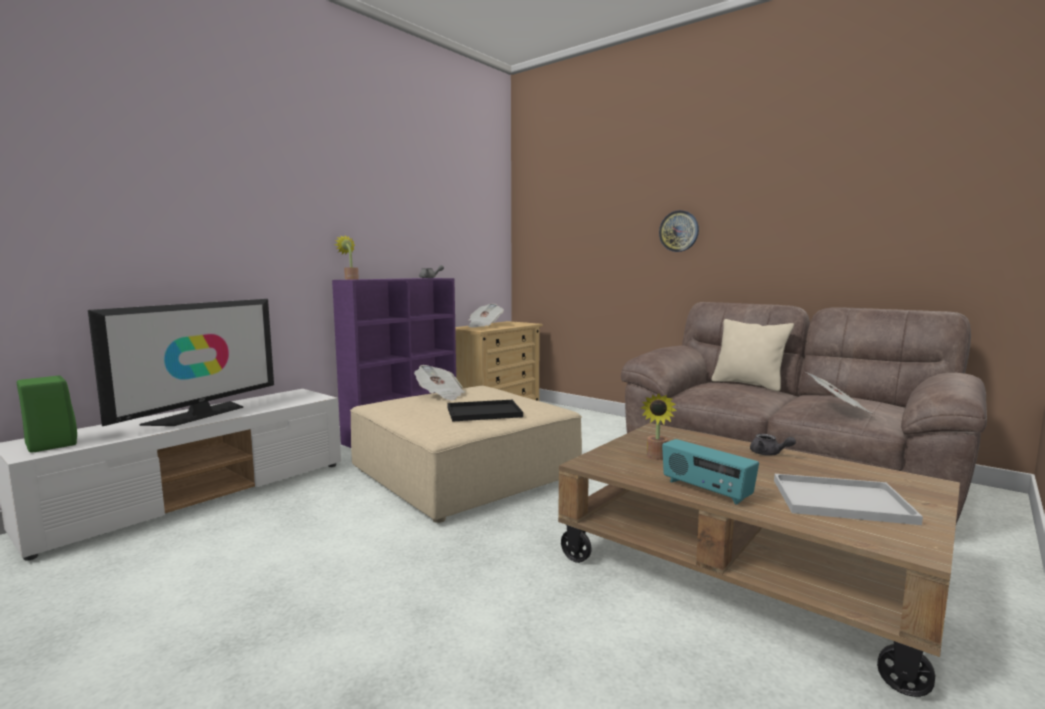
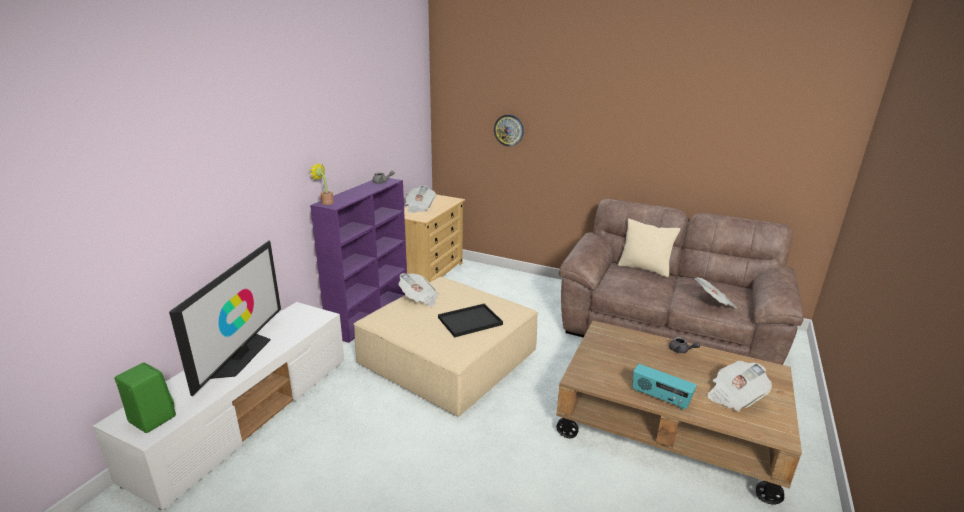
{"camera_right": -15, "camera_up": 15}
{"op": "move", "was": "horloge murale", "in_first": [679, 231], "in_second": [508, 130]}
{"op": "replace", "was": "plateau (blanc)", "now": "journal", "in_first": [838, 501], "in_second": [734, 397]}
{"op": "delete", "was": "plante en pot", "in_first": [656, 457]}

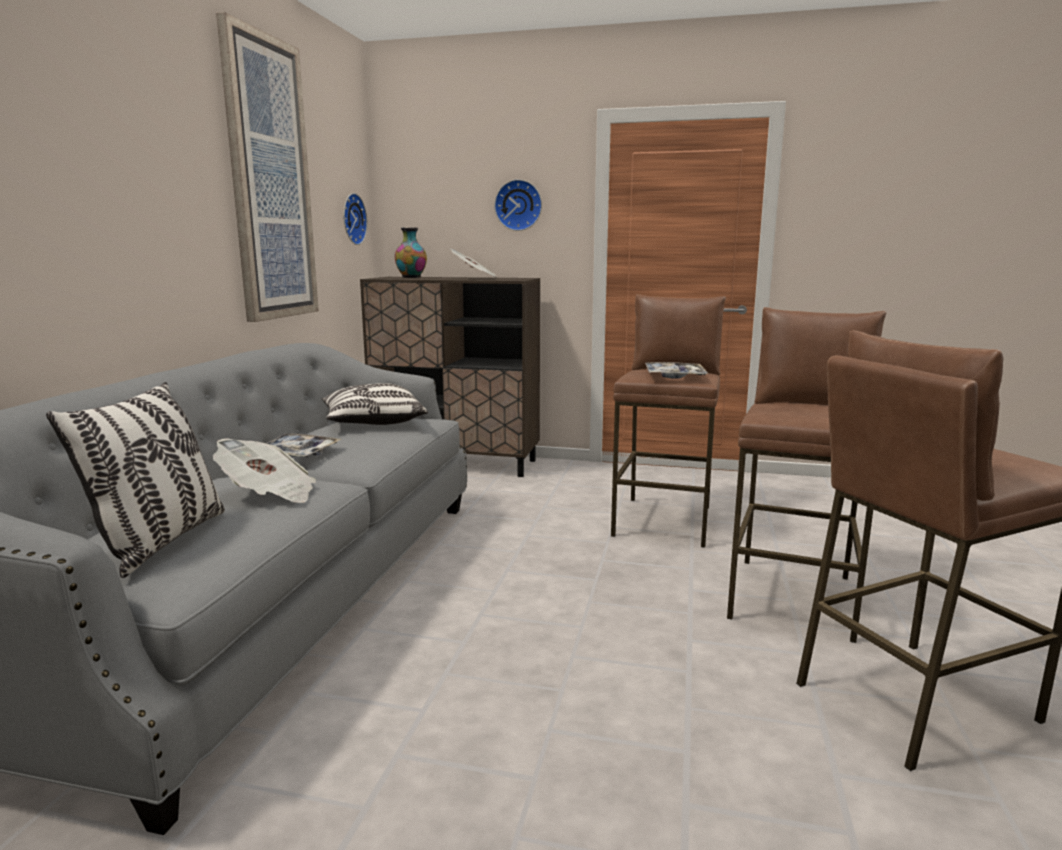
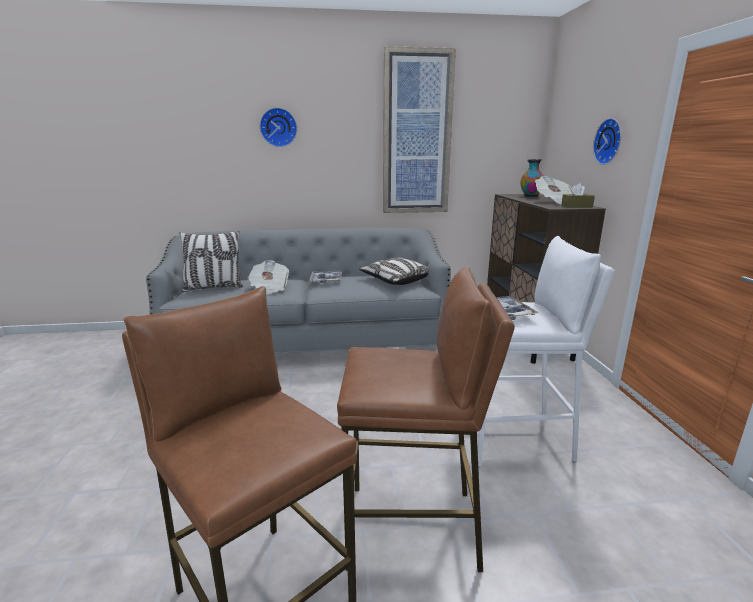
{"camera_right": 70, "camera_up": 5}
{"op": "move", "was": "horloge murale", "in_first": [351, 219], "in_second": [278, 127]}
{"op": "recolor", "was": "tabouret (marron)", "now": "tabouret (blanc)", "in_first": [664, 521], "in_second": [514, 439]}
{"op": "insert", "now": "boîte à mouchoirs (marron)", "in_second": [576, 206]}

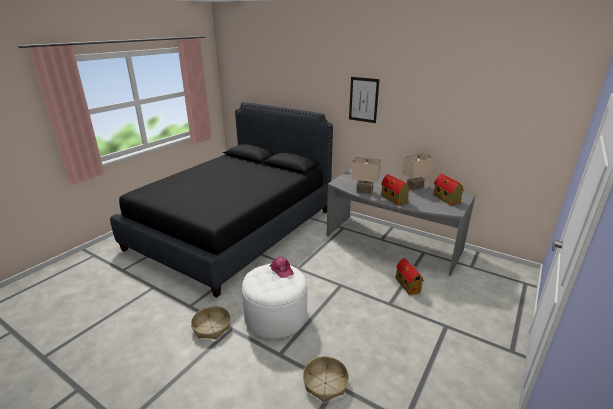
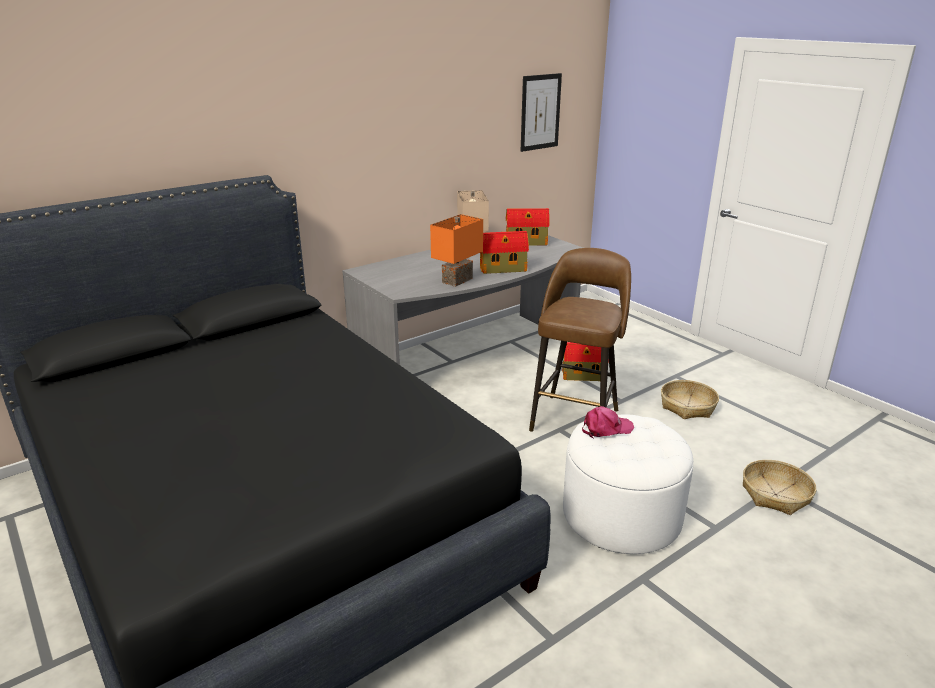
{"camera_right": -70, "camera_up": 0}
{"op": "recolor", "was": "lampe de table (beige)", "now": "lampe de table (orange)", "in_first": [365, 191], "in_second": [456, 280]}
{"op": "move", "was": "tableau", "in_first": [363, 100], "in_second": [540, 112]}
{"op": "insert", "now": "tabouret (marron)", "in_second": [576, 418]}
{"op": "move", "was": "panier", "in_first": [211, 327], "in_second": [687, 406]}

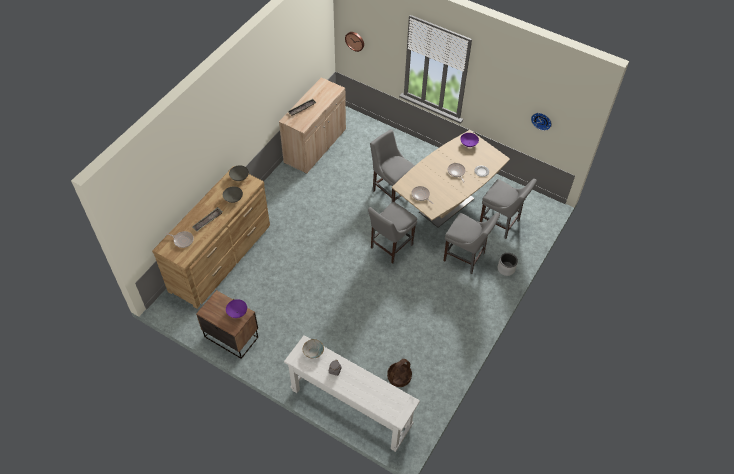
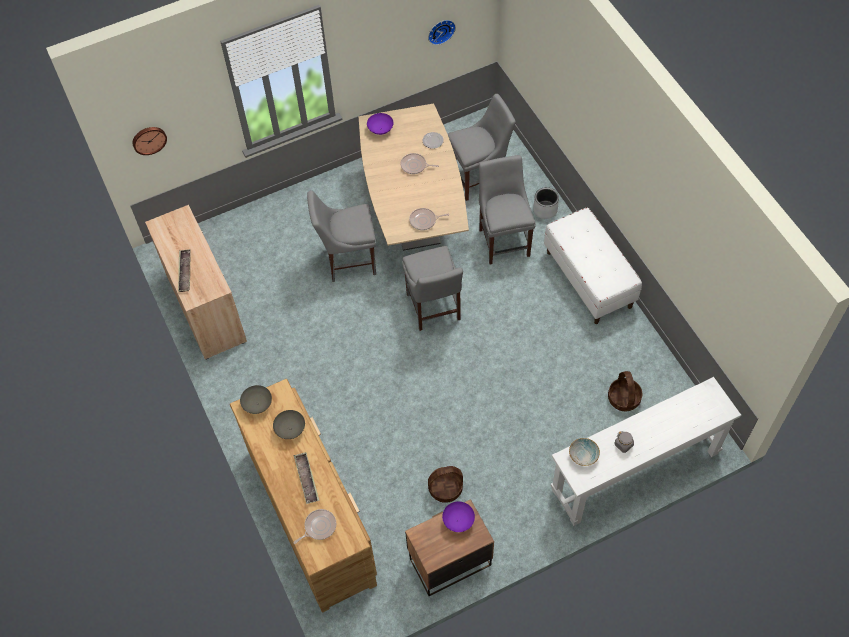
{"camera_right": -55, "camera_up": 5}
{"op": "insert", "now": "panier", "in_second": [445, 488]}
{"op": "rotate", "was": "chaise (gris)", "in_first": [466, 258], "in_second": [503, 240], "clockwise": -75}
{"op": "insert", "now": "banc (blanc)", "in_second": [589, 279]}

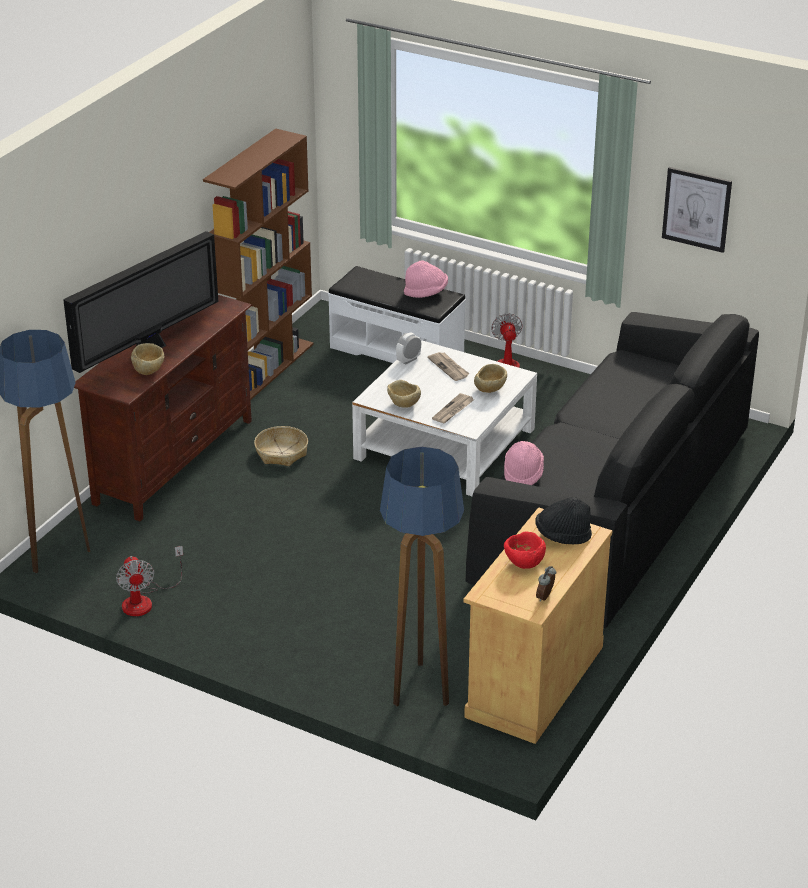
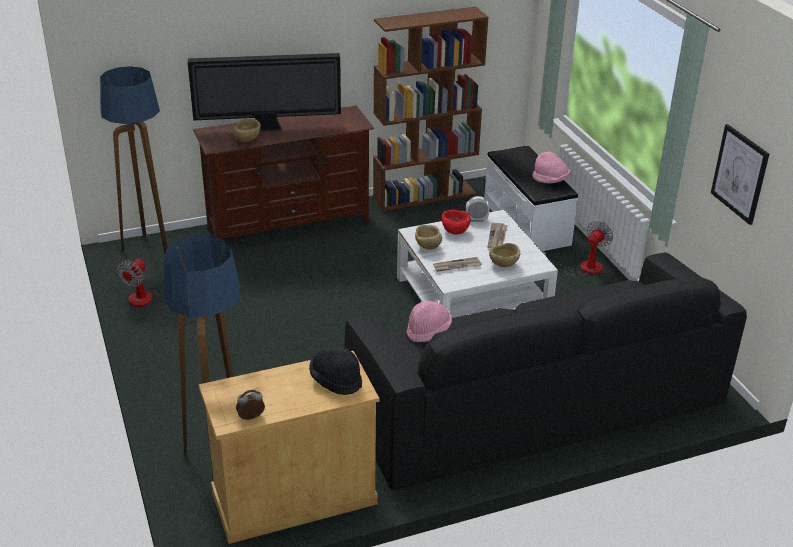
{"camera_right": 40, "camera_up": 0}
{"op": "move", "was": "bol (rouge)", "in_first": [523, 563], "in_second": [455, 231]}
{"op": "delete", "was": "panier", "in_first": [281, 453]}

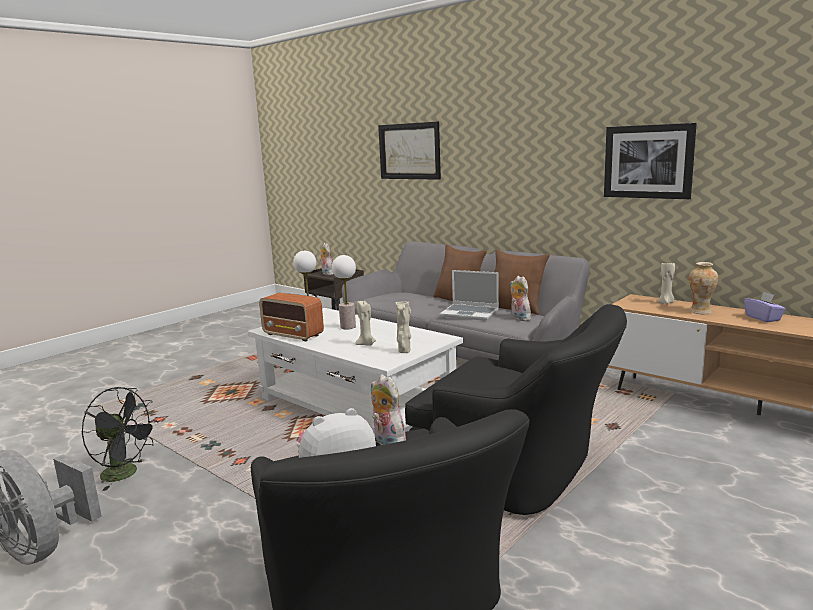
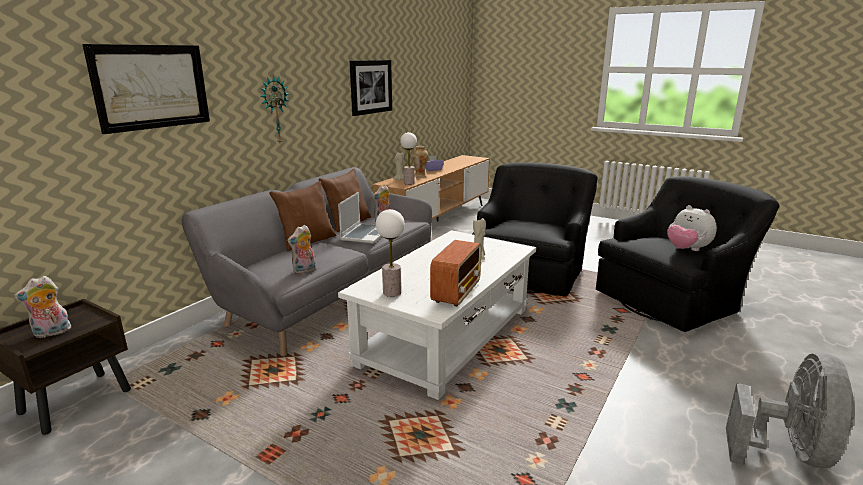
{"camera_right": -100, "camera_up": 5}
{"op": "insert", "now": "horloge murale", "in_second": [274, 110]}
{"op": "move", "was": "peluche", "in_first": [387, 443], "in_second": [304, 271]}
{"op": "move", "was": "lampe de table", "in_first": [348, 327], "in_second": [409, 183]}
{"op": "delete", "was": "ventilateur (noir)", "in_first": [126, 474]}
{"op": "delete", "was": "vase (beige)", "in_first": [404, 352]}

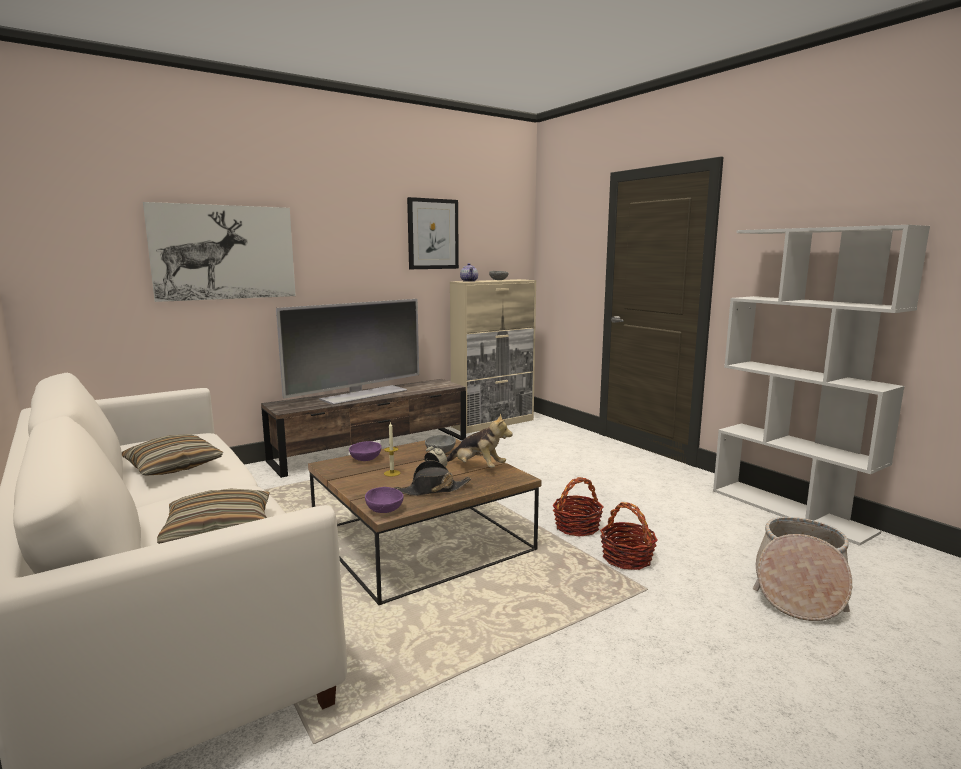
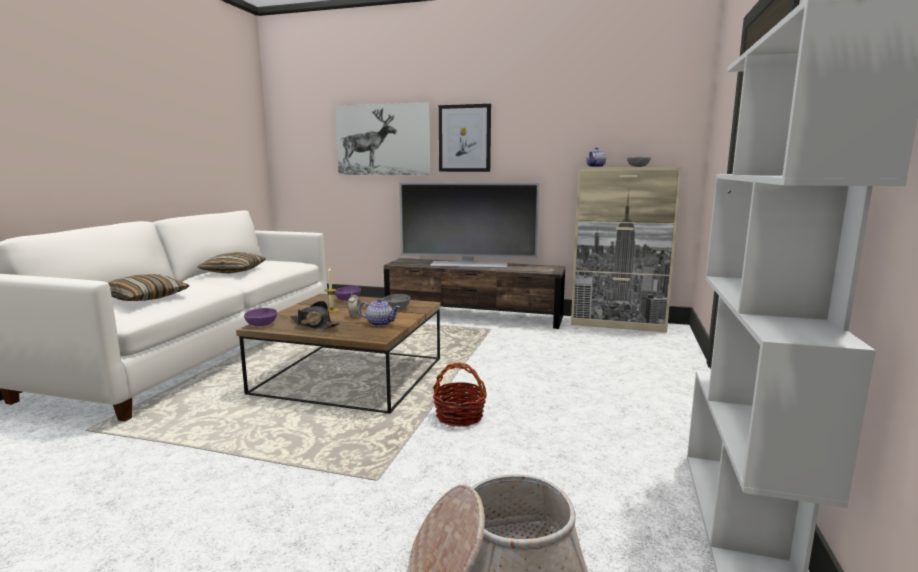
{"camera_right": 50, "camera_up": 0}
{"op": "replace", "was": "peluche", "now": "théière", "in_first": [477, 467], "in_second": [380, 323]}
{"op": "move", "was": "tableau", "in_first": [432, 234], "in_second": [464, 138]}
{"op": "delete", "was": "panier", "in_first": [627, 558]}

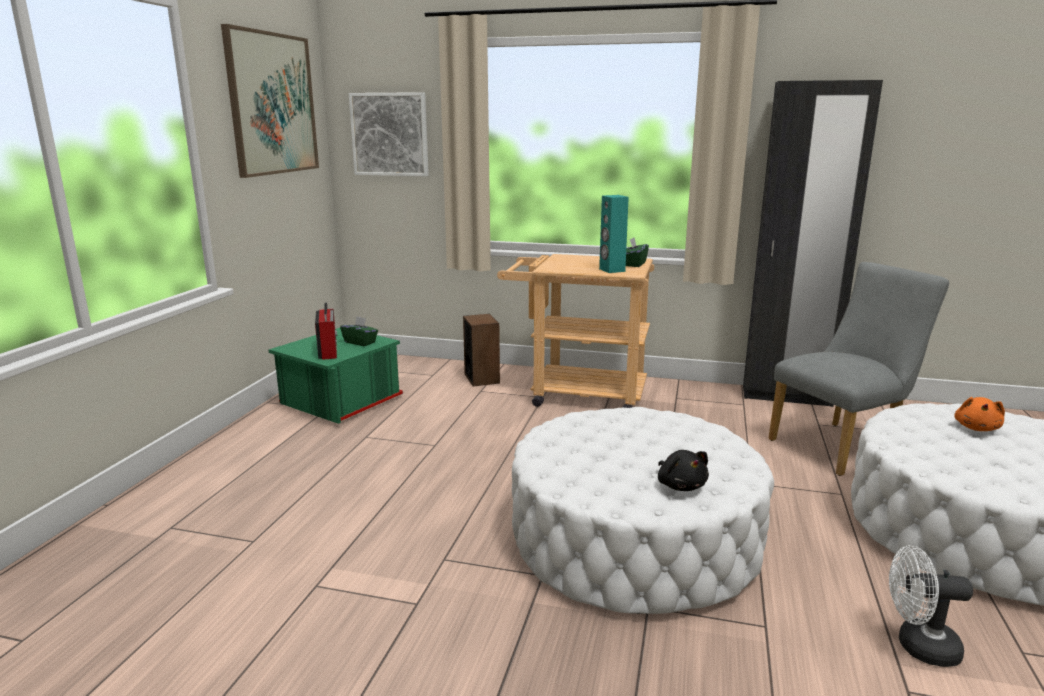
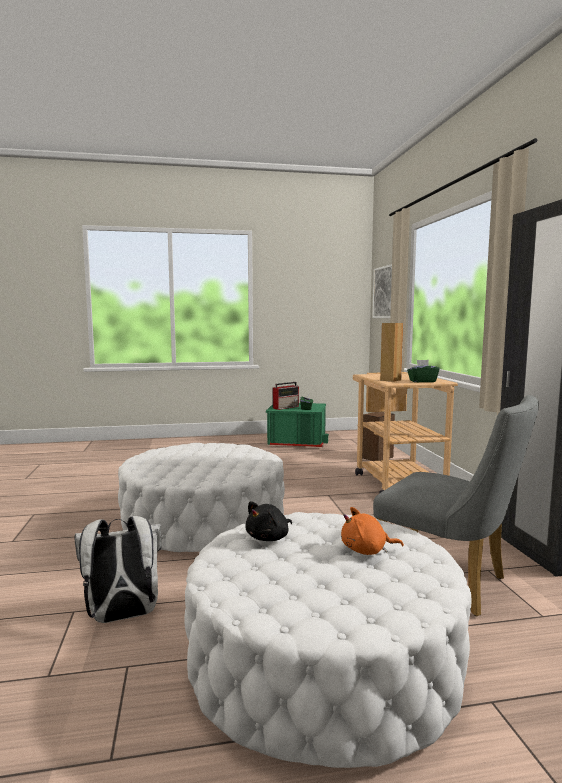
{"camera_right": 65, "camera_up": -10}
{"op": "replace", "was": "ventilateur (blanc)", "now": "sac à dos (blanc)", "in_first": [918, 647], "in_second": [122, 617]}
{"op": "move", "was": "peluche (noir)", "in_first": [680, 485], "in_second": [269, 538]}
{"op": "recolor", "was": "enceinte (turquoise)", "now": "enceinte (marron)", "in_first": [611, 270], "in_second": [390, 380]}
{"op": "delete", "was": "tableau", "in_first": [272, 104]}

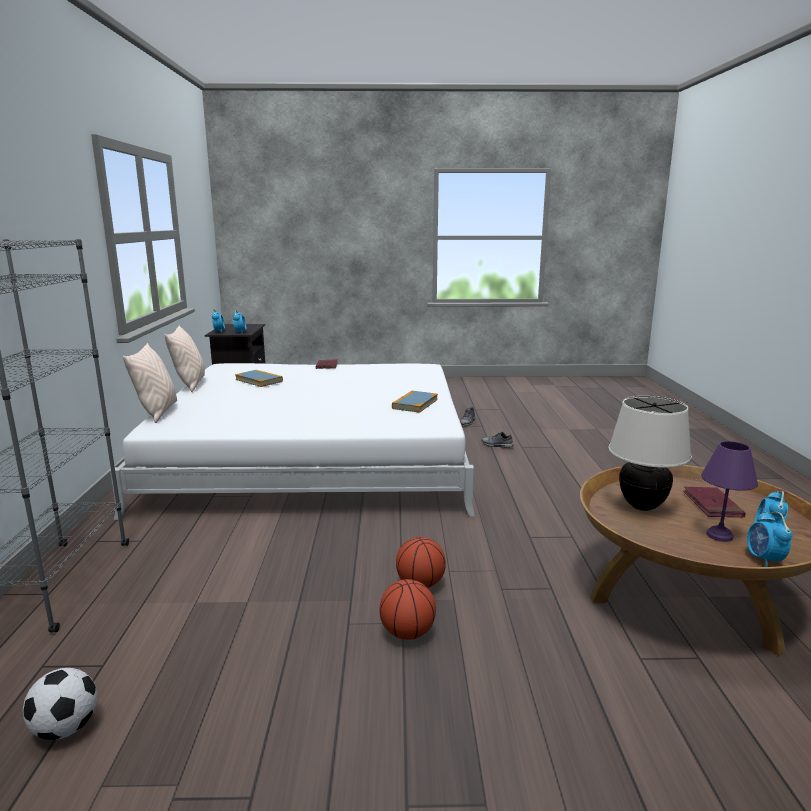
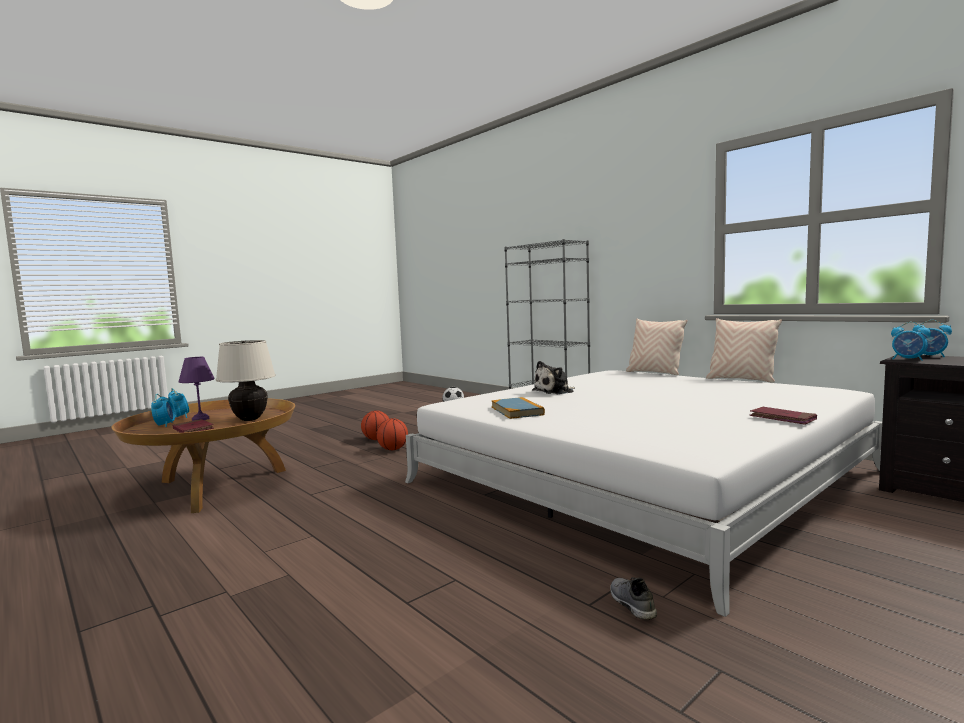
{"camera_right": 140, "camera_up": -10}
{"op": "insert", "now": "peluche", "in_second": [555, 391]}
{"op": "delete", "was": "livre", "in_first": [259, 380]}
{"op": "delete", "was": "chaussure (gris)", "in_first": [496, 445]}

